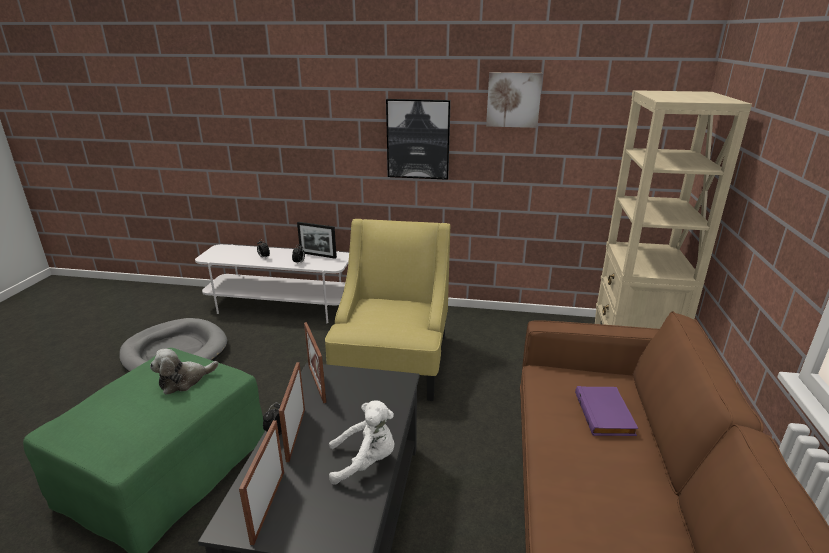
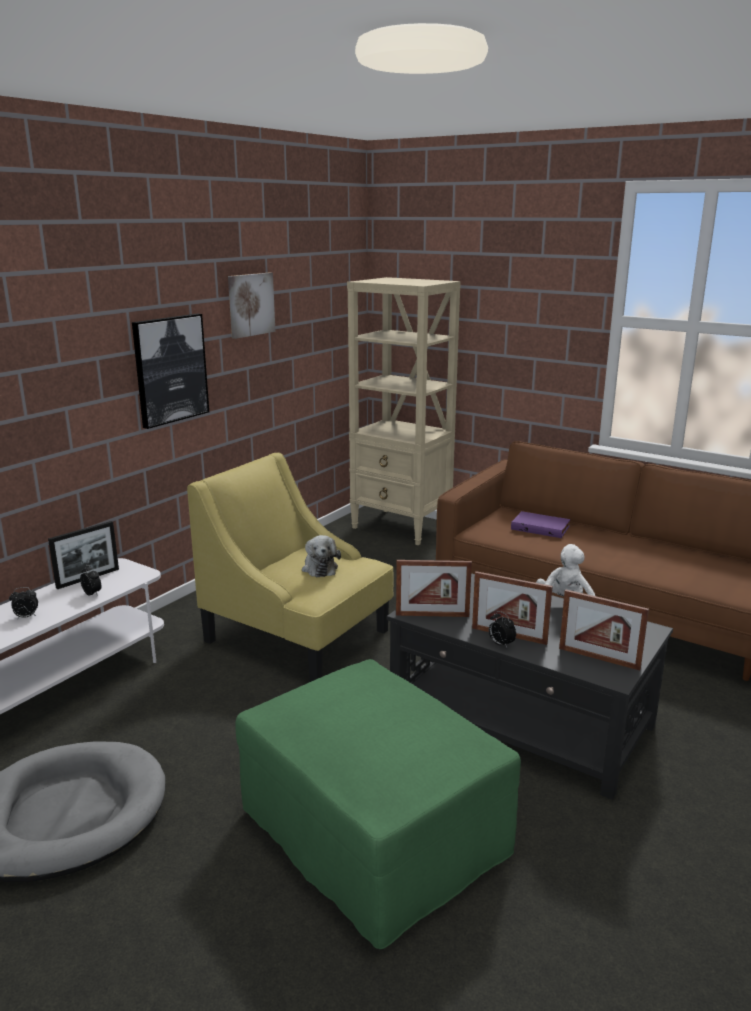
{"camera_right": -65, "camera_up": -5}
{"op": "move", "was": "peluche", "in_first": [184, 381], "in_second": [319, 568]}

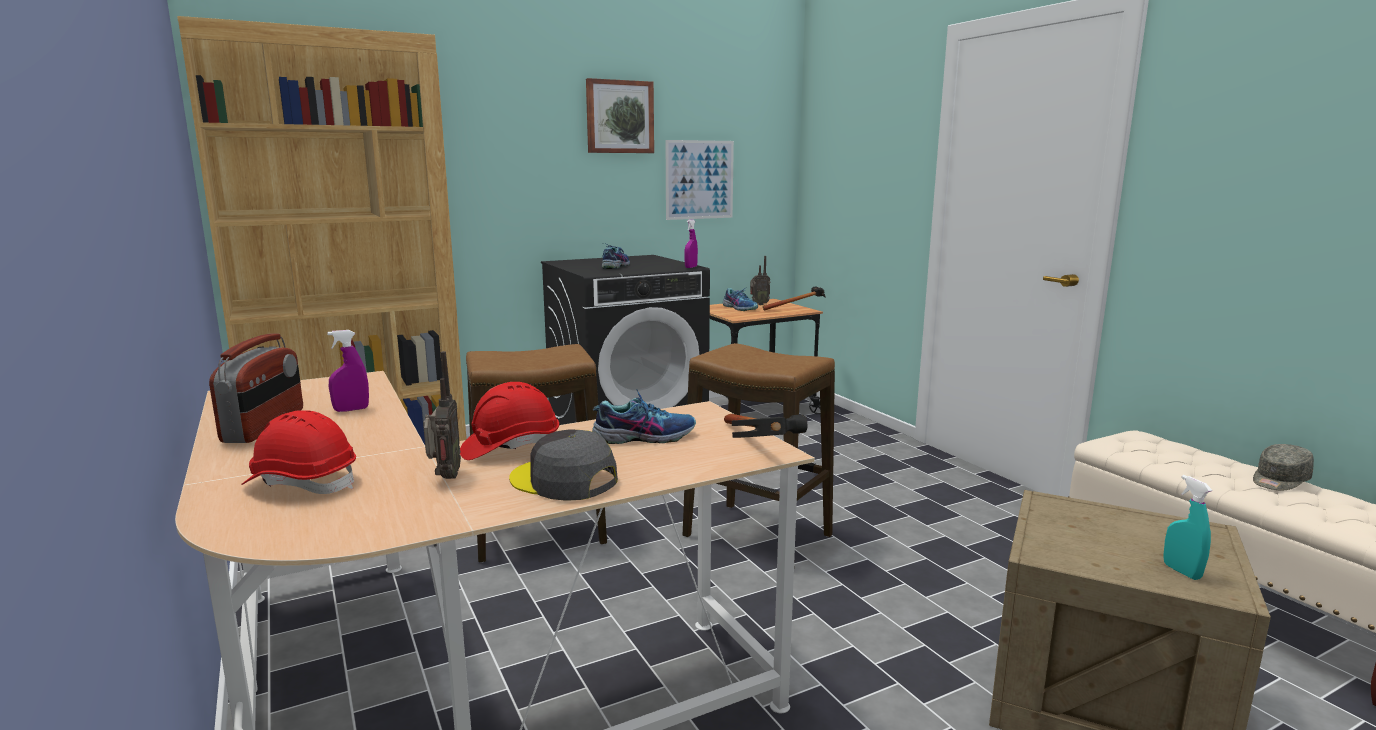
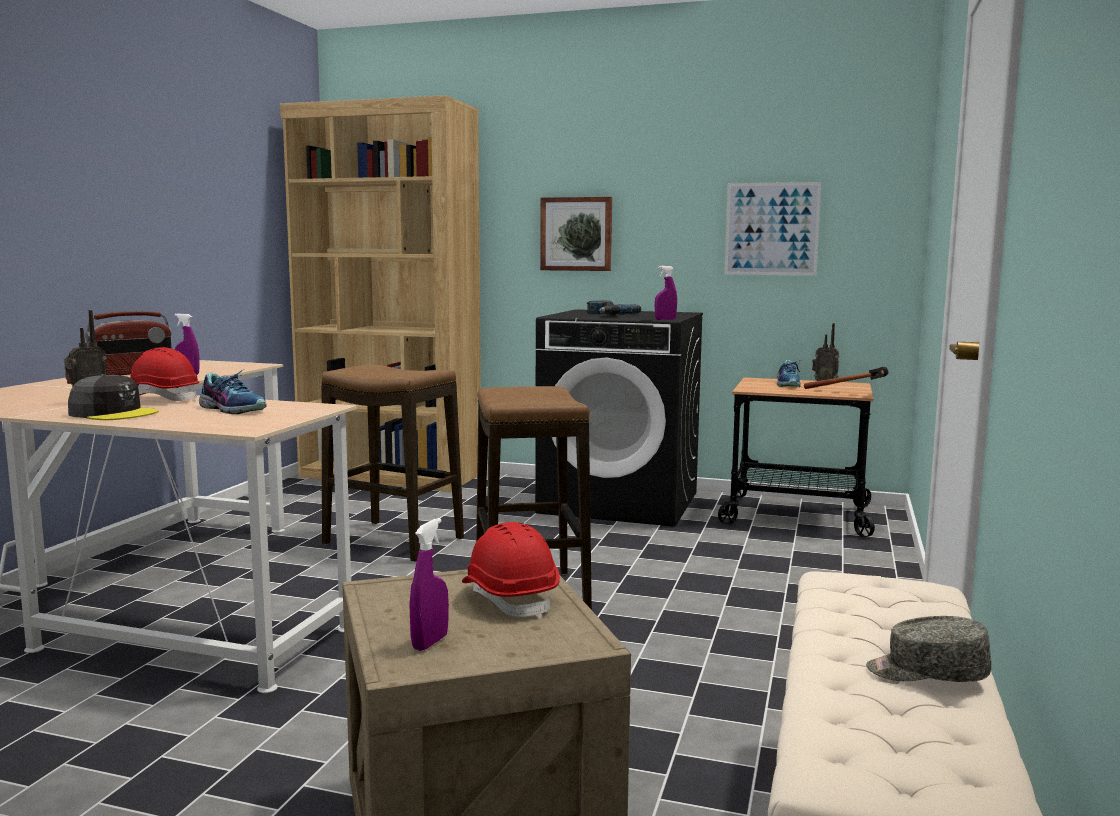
{"camera_right": 45, "camera_up": -5}
{"op": "rotate", "was": "casquette (gris)", "in_first": [563, 480], "in_second": [113, 413], "clockwise": 120}
{"op": "recolor", "was": "vaporisateur (turquoise)", "now": "vaporisateur (violet)", "in_first": [1181, 571], "in_second": [430, 642]}
{"op": "move", "was": "casque de chantier (rouge)", "in_first": [302, 483], "in_second": [510, 598]}
{"op": "move", "was": "tableau", "in_first": [619, 117], "in_second": [576, 234]}
{"op": "replace", "was": "chaussure", "now": "perceuse", "in_first": [615, 266], "in_second": [607, 314]}
{"op": "delete", "was": "marteau", "in_first": [758, 451]}

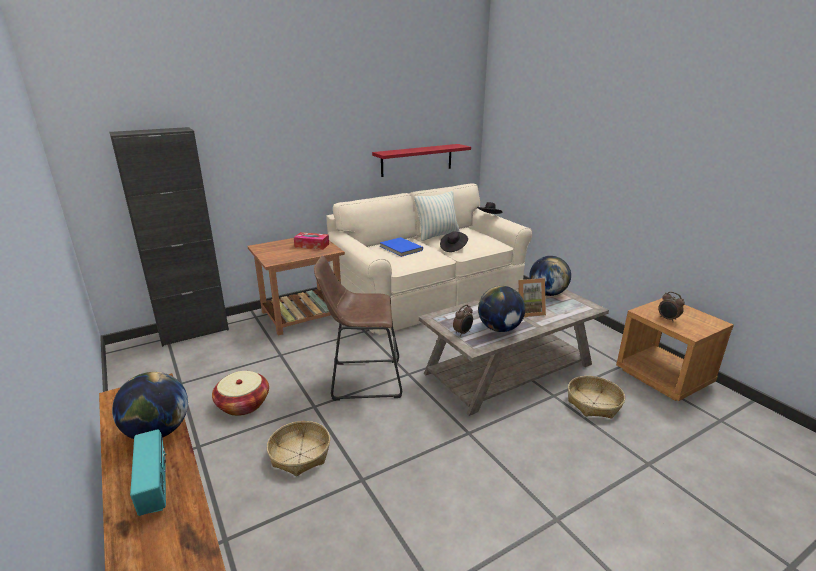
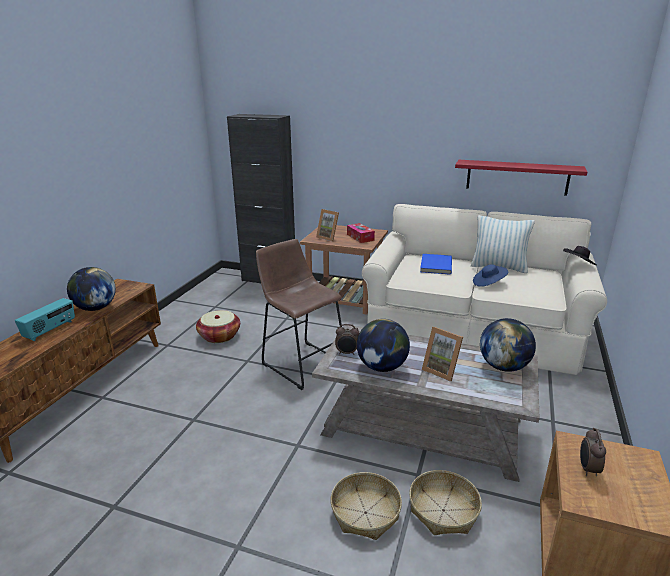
{"camera_right": 50, "camera_up": 0}
{"op": "insert", "now": "cadre photo", "in_second": [329, 237]}
{"op": "move", "was": "panier", "in_first": [300, 454], "in_second": [365, 513]}
{"op": "recolor", "was": "chapeau (noir)", "now": "chapeau (bleu)", "in_first": [453, 248], "in_second": [488, 283]}

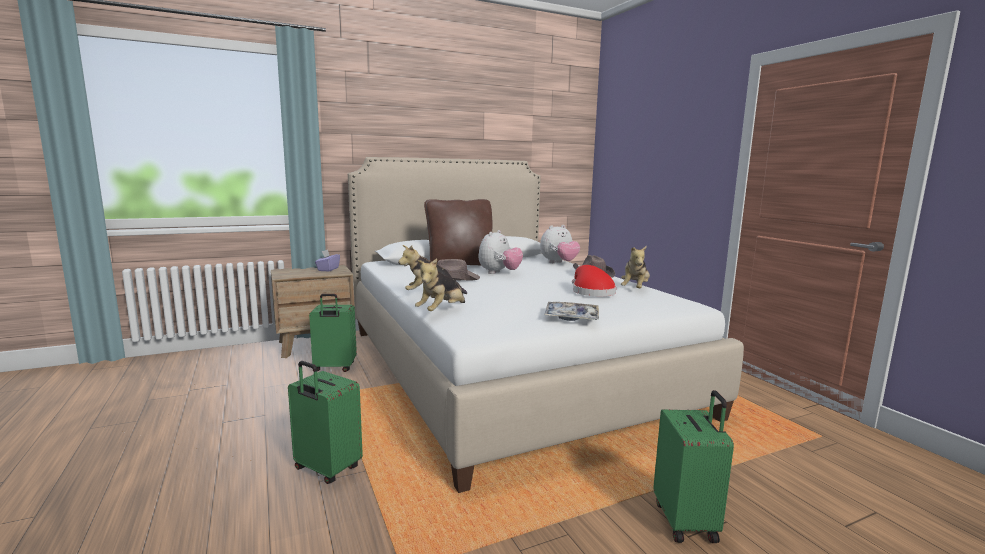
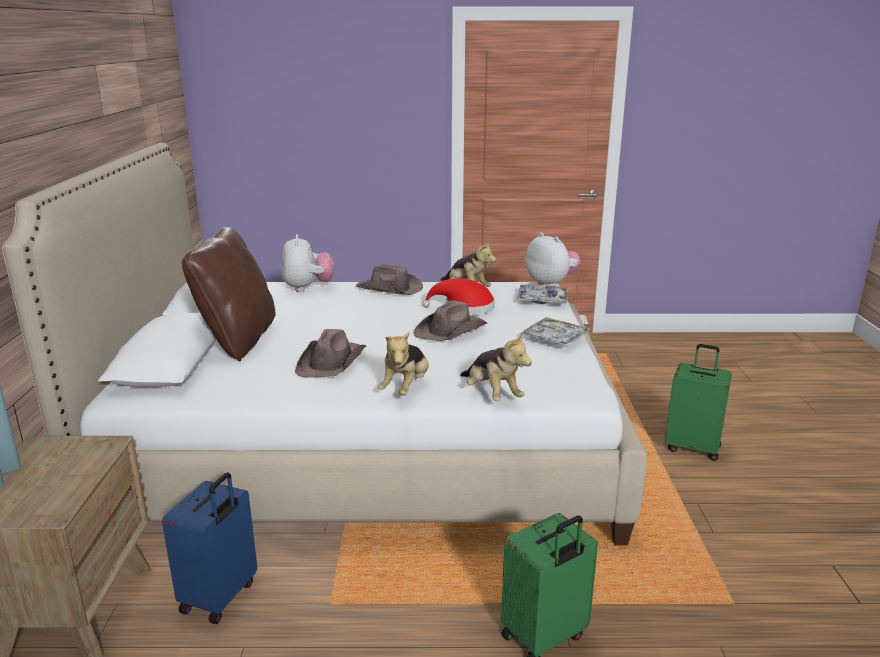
{"camera_right": -65, "camera_up": 10}
{"op": "recolor", "was": "valise (vert)", "now": "valise (bleu)", "in_first": [334, 368], "in_second": [220, 597]}
{"op": "insert", "now": "chapeau (marron)", "in_second": [451, 330]}
{"op": "insert", "now": "plateau", "in_second": [542, 300]}
{"op": "move", "was": "peluche", "in_first": [499, 273], "in_second": [551, 283]}
{"op": "delete", "was": "boîte à mouchoirs (violet)", "in_first": [328, 269]}

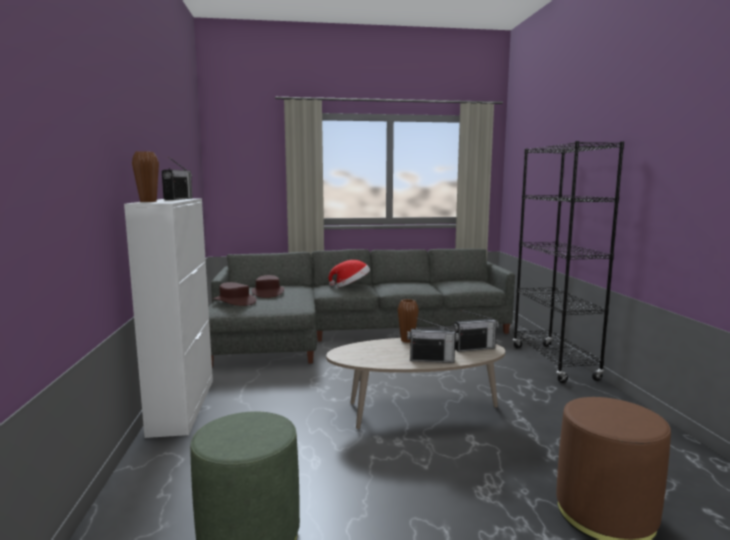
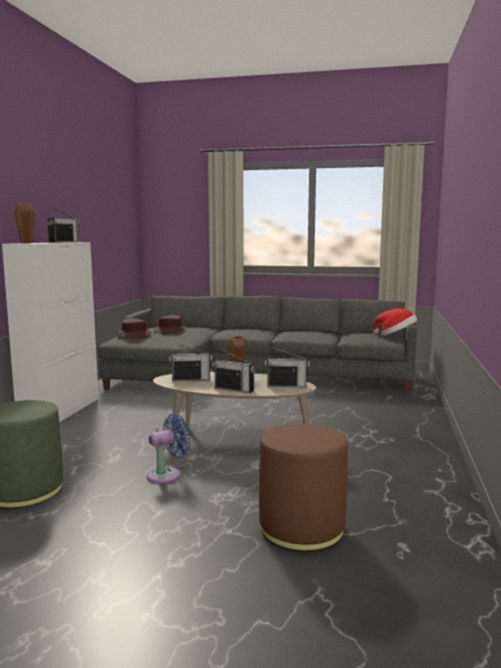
{"camera_right": 20, "camera_up": 0}
{"op": "insert", "now": "ventilateur (bleu)", "in_second": [167, 475]}
{"op": "insert", "now": "radio", "in_second": [191, 379]}
{"op": "move", "was": "chapeau", "in_first": [351, 286], "in_second": [396, 335]}
{"op": "delete", "was": "bibliothèque (noir)", "in_first": [554, 363]}

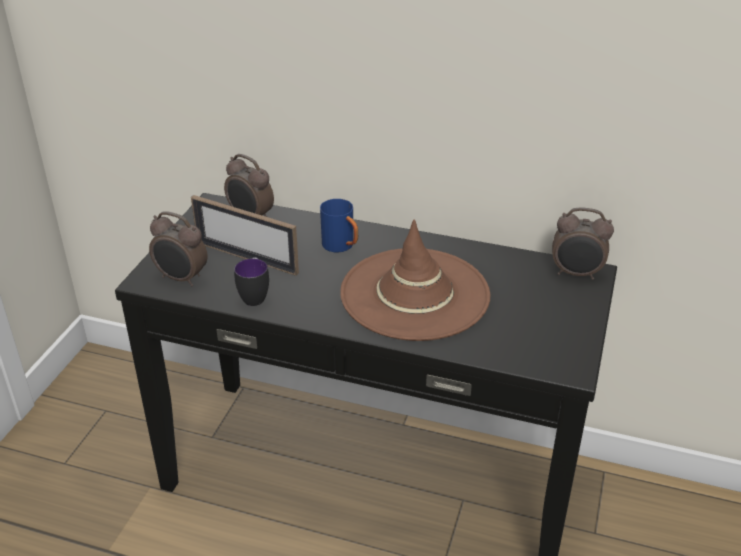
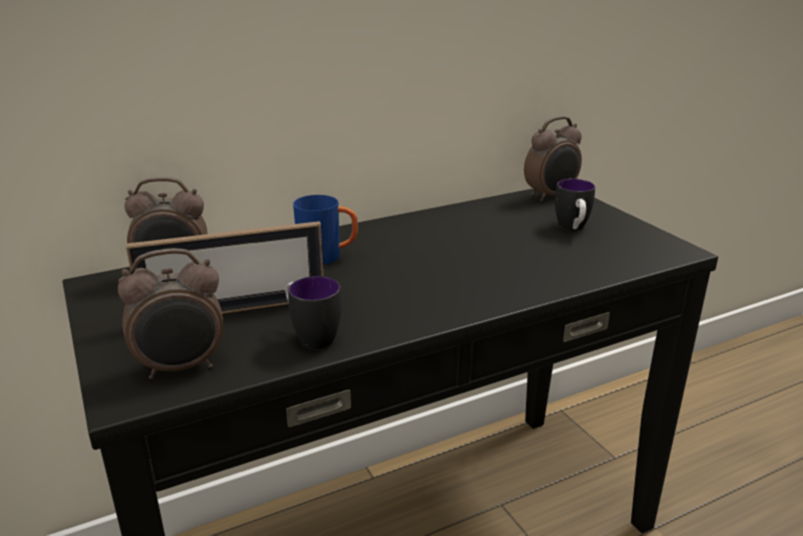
{"camera_right": -45, "camera_up": -10}
{"op": "insert", "now": "mug", "in_second": [572, 229]}
{"op": "delete", "was": "chapeau (marron)", "in_first": [415, 294]}

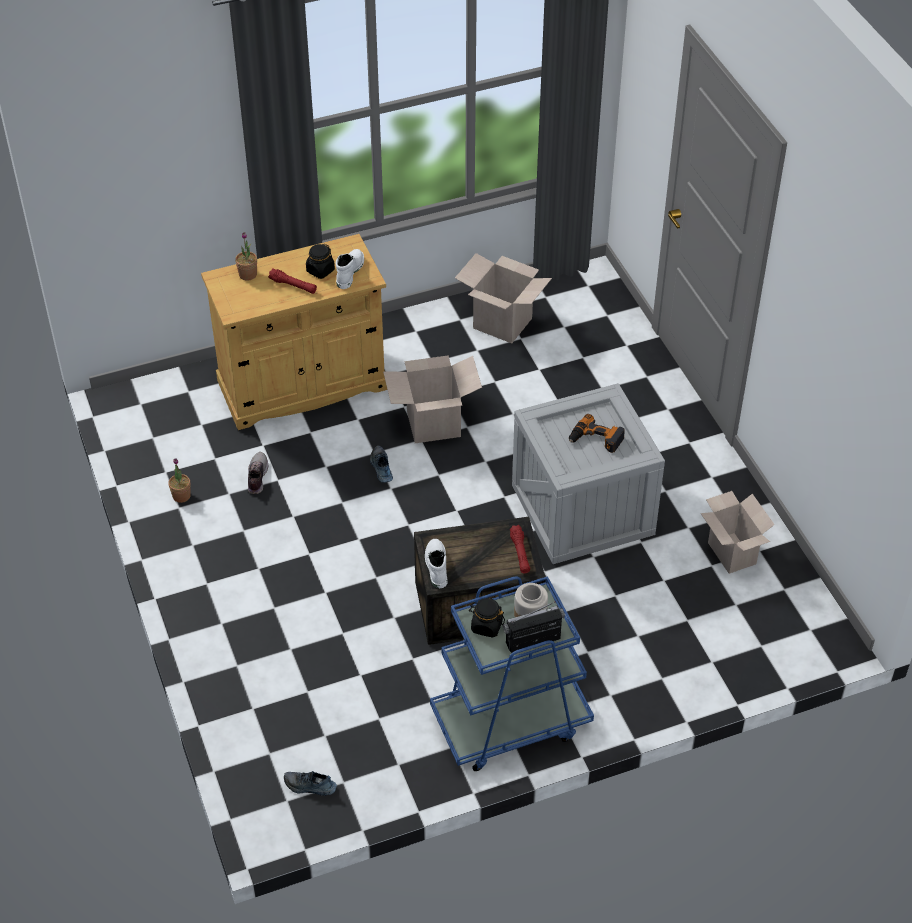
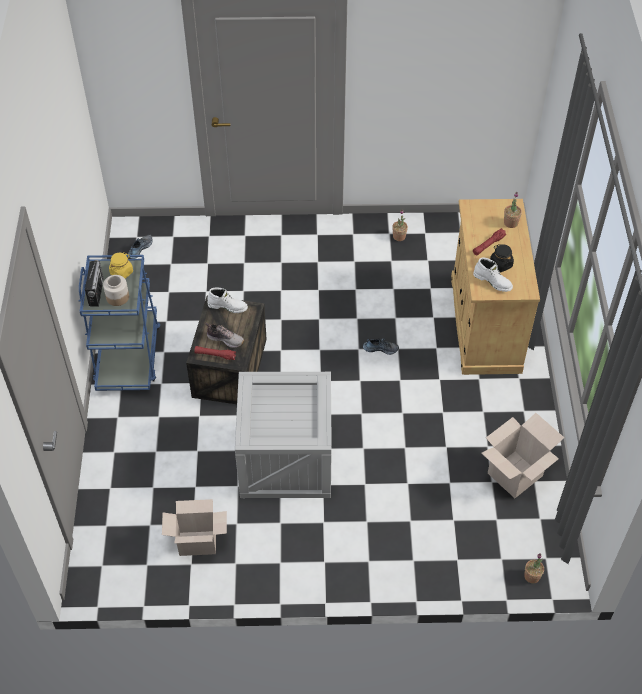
{"camera_right": 110, "camera_up": 5}
{"op": "recolor", "was": "bocal (noir)", "now": "bocal (jaune)", "in_first": [486, 626], "in_second": [121, 272]}
{"op": "move", "was": "chaussure", "in_first": [256, 477], "in_second": [225, 339]}
{"op": "insert", "now": "plante en pot", "in_second": [532, 576]}
{"op": "delete", "was": "carton", "in_first": [433, 424]}
{"op": "delete", "was": "perceuse", "in_first": [595, 439]}

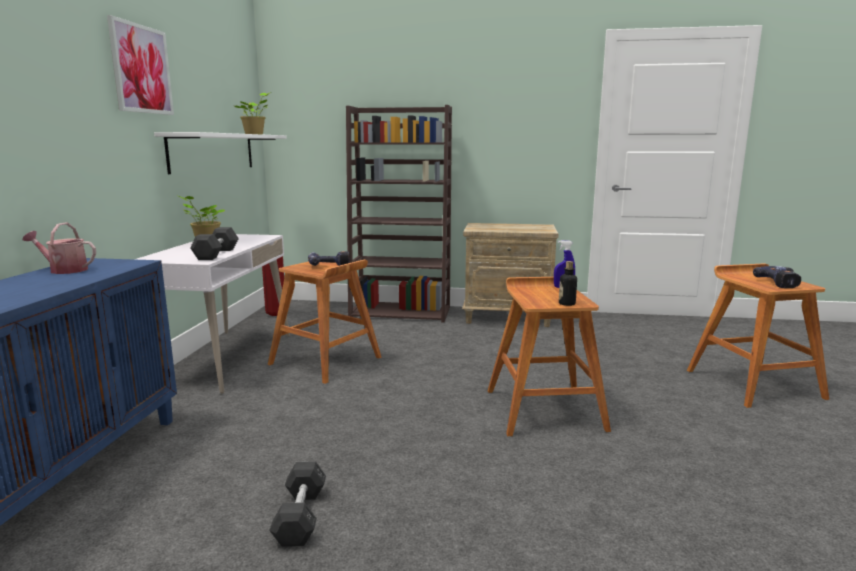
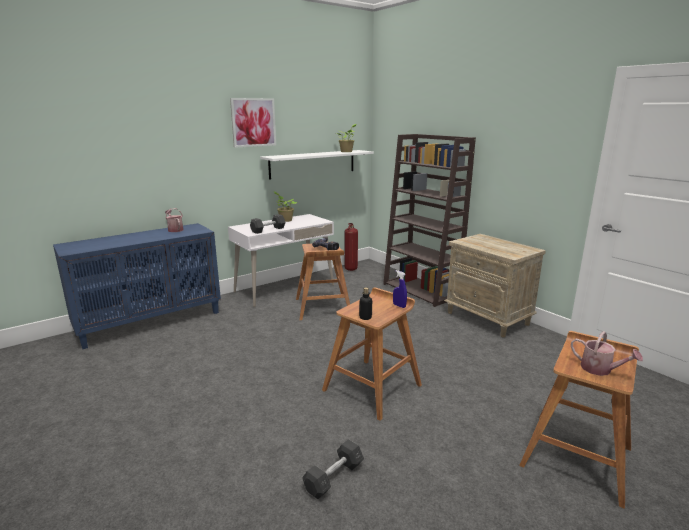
{"camera_right": 45, "camera_up": 5}
{"op": "move", "was": "haltère (gris)", "in_first": [300, 516], "in_second": [334, 477]}
{"op": "replace", "was": "perceuse", "now": "arrosoir", "in_first": [782, 283], "in_second": [600, 370]}

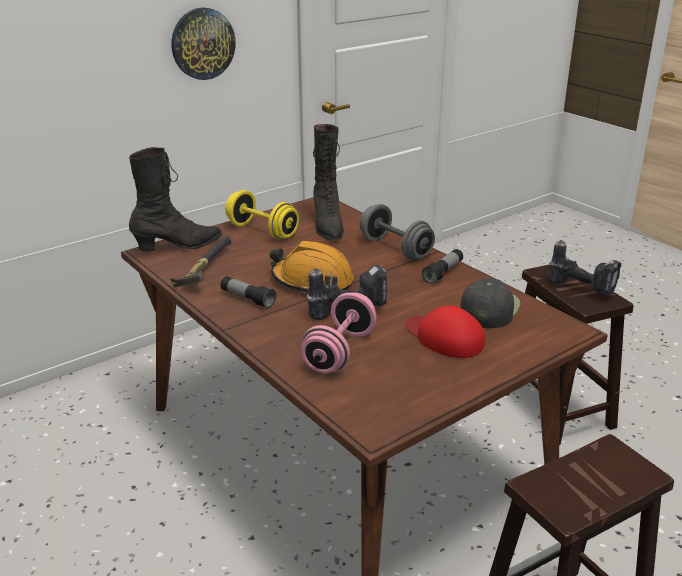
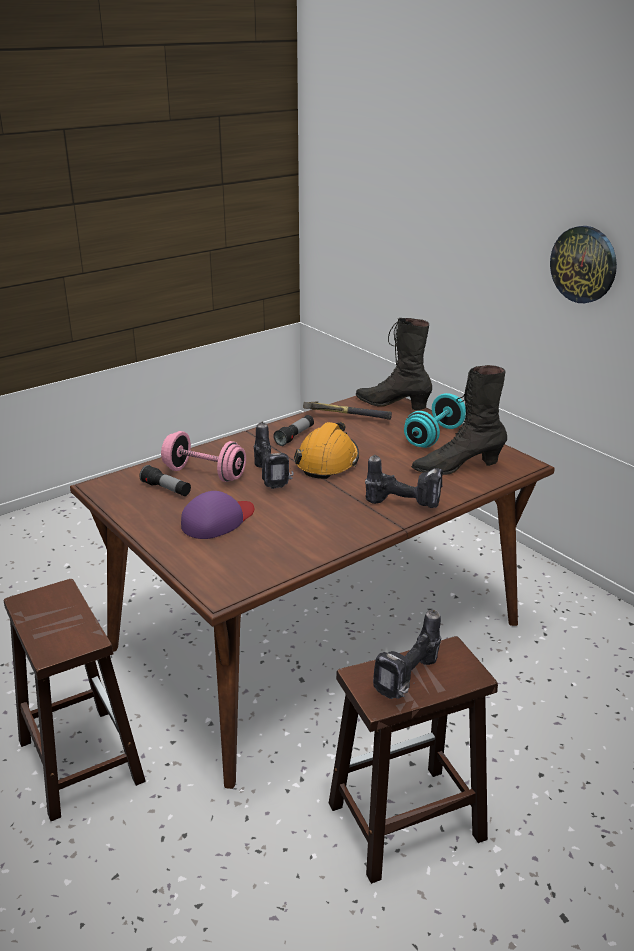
{"camera_right": 90, "camera_up": 0}
{"op": "move", "was": "lampe de poche", "in_first": [443, 273], "in_second": [166, 489]}
{"op": "recolor", "was": "casquette (rouge)", "now": "casquette (violet)", "in_first": [444, 337], "in_second": [218, 520]}
{"op": "rotate", "was": "botte (noir)", "in_first": [179, 246], "in_second": [392, 405], "clockwise": 150}
{"op": "replace", "was": "haltère (gris)", "now": "perceuse", "in_first": [395, 248], "in_second": [405, 503]}
{"op": "recolor", "was": "haltère (jaune)", "now": "haltère (turquoise)", "in_first": [262, 231], "in_second": [434, 436]}
{"op": "delete", "was": "casquette (noir)", "in_first": [489, 308]}

